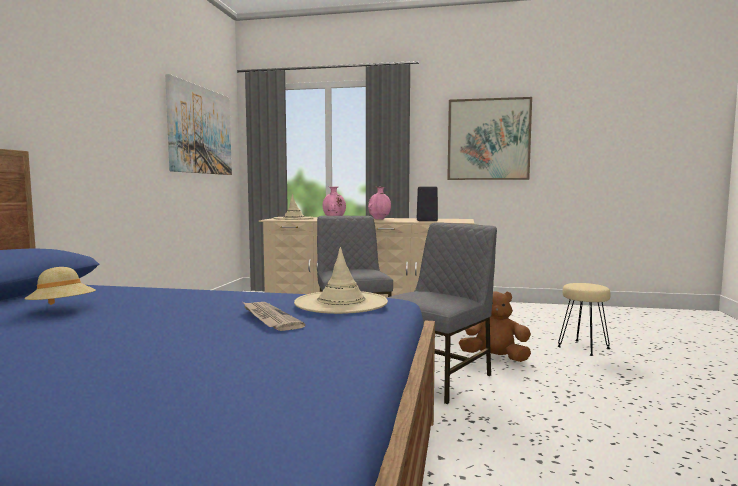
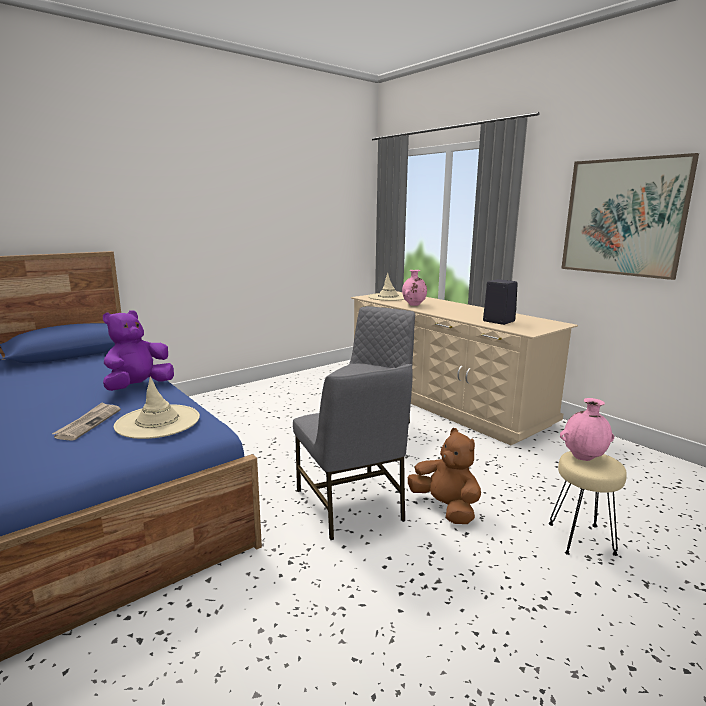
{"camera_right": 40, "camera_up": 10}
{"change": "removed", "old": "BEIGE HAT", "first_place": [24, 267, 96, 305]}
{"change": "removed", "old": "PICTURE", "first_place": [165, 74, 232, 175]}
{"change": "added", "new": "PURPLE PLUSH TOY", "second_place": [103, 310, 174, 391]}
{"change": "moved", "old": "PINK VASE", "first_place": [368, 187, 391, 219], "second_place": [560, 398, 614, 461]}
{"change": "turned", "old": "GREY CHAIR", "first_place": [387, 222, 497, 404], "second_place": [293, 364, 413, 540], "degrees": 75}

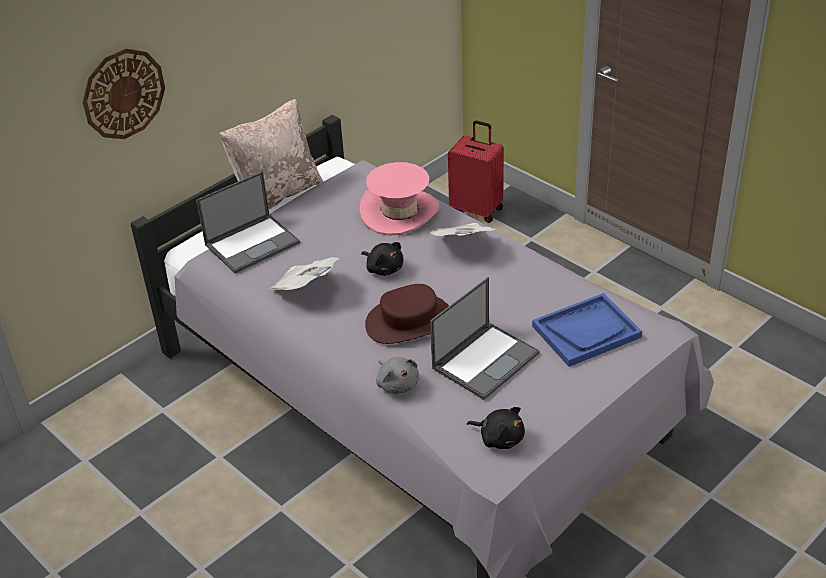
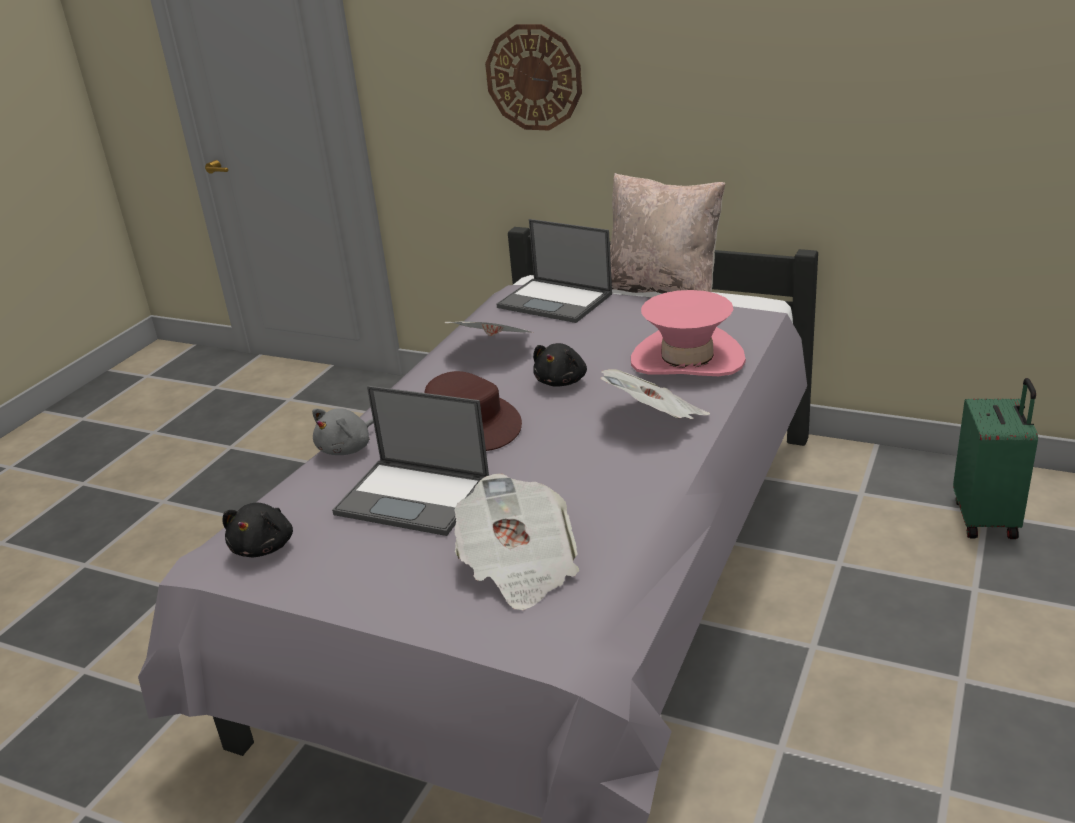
{"camera_right": 70, "camera_up": -10}
{"change": "replaced", "old": "BLUE TRAY", "new": "NEWSPAPER", "first_place": [532, 293, 642, 367], "second_place": [454, 473, 579, 610]}
{"change": "recoloured", "old": "RED SUITCASE", "new": "GREEN SUITCASE", "first_place": [448, 120, 504, 223], "second_place": [953, 378, 1038, 539]}

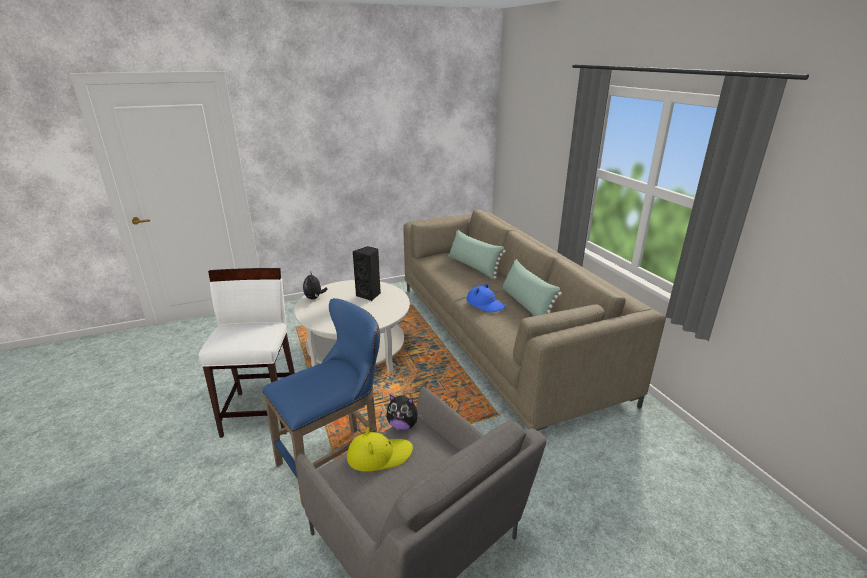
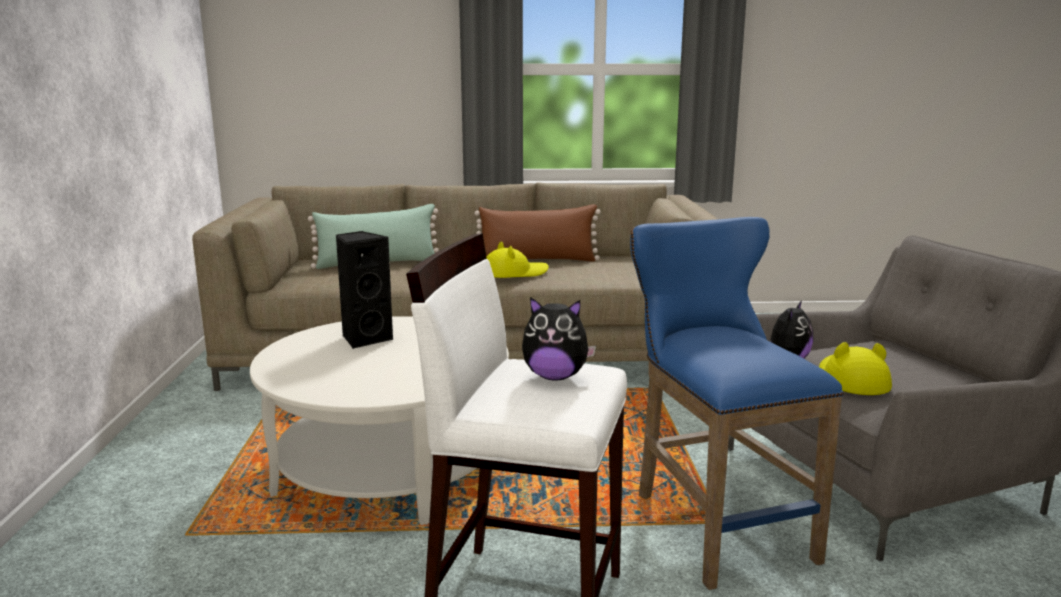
{"camera_right": -70, "camera_up": -10}
{"change": "moved", "old": "PLUSH TOY", "first_place": [303, 271, 327, 299], "second_place": [522, 297, 596, 380]}
{"change": "recoloured", "old": "BLUE HAT", "new": "YELLOW HAT", "first_place": [467, 283, 506, 312], "second_place": [487, 242, 549, 278]}
{"change": "recoloured", "old": "GREEN PILLOW", "new": "BROWN PILLOW", "first_place": [503, 259, 562, 316], "second_place": [475, 204, 601, 262]}

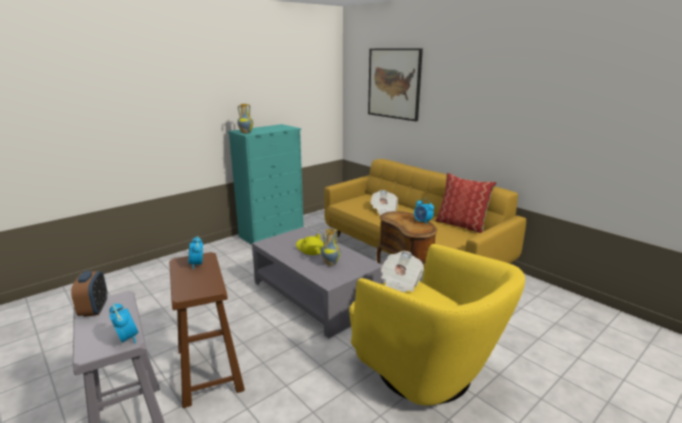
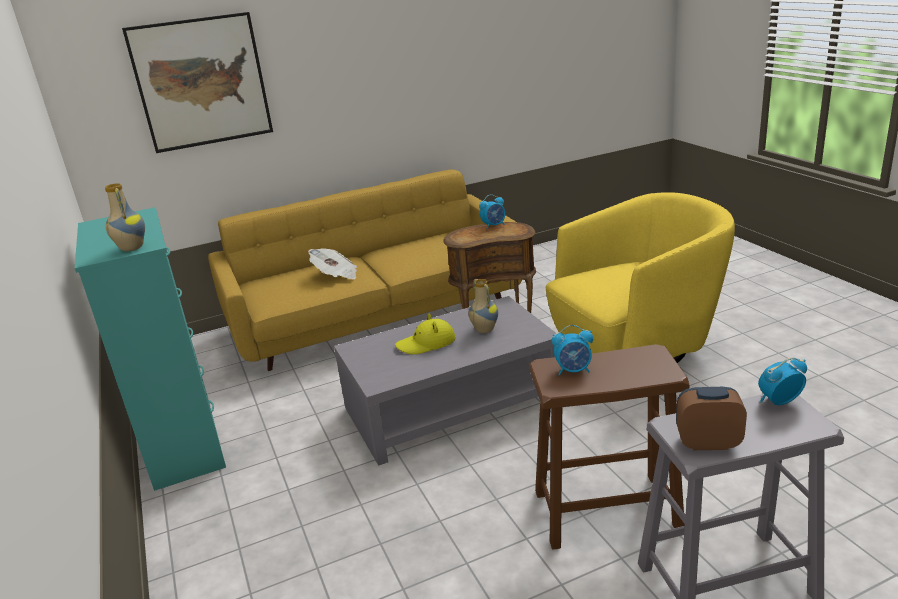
{"camera_right": -70, "camera_up": 5}
{"change": "removed", "old": "NEWSPAPER", "first_place": [381, 251, 424, 292]}
{"change": "removed", "old": "PILLOW", "first_place": [435, 173, 497, 233]}

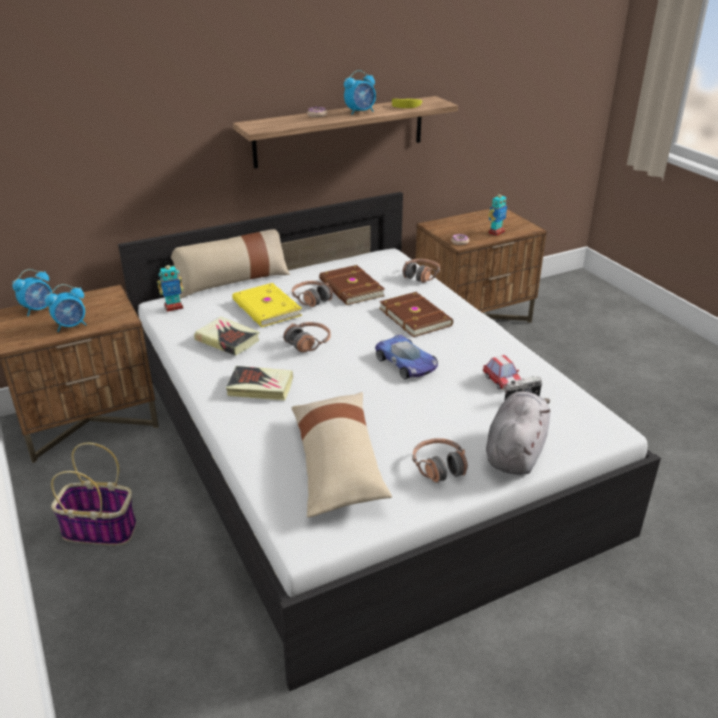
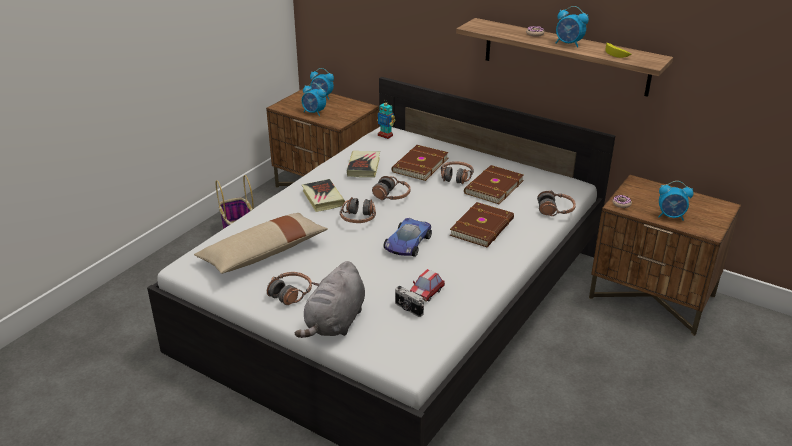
{"camera_right": 60, "camera_up": 0}
{"change": "removed", "old": "BEIGE PILLOW", "first_place": [171, 229, 290, 299]}
{"change": "added", "new": "HEADPHONES", "second_place": [340, 197, 376, 223]}
{"change": "replaced", "old": "TOY ROBOT", "new": "ALARM CLOCK", "first_place": [488, 190, 507, 236], "second_place": [658, 181, 693, 221]}
{"change": "recoloured", "old": "YELLOW BOOK", "new": "BROWN BOOK", "first_place": [232, 283, 302, 327], "second_place": [392, 145, 449, 181]}
{"change": "turned", "old": "GREY PLUSH TOY", "first_place": [486, 391, 550, 475], "second_place": [295, 261, 365, 338], "degrees": 120}

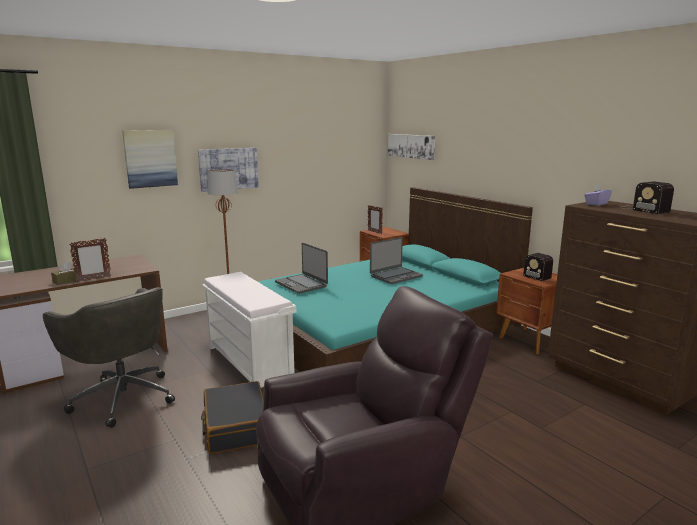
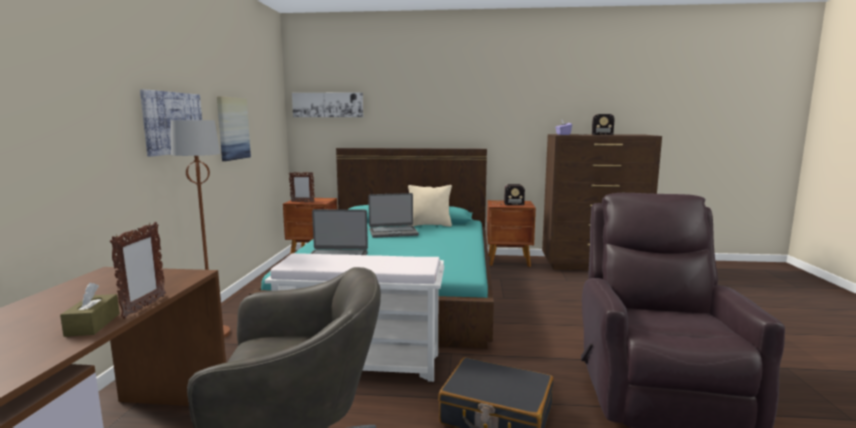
{"camera_right": -50, "camera_up": -5}
{"change": "added", "new": "BEIGE PILLOW", "second_place": [408, 185, 452, 227]}
{"change": "moved", "old": "PICTURE", "first_place": [122, 130, 178, 189], "second_place": [217, 96, 251, 161]}
{"change": "turned", "old": "LAPTOP", "first_place": [370, 237, 423, 284], "second_place": [368, 193, 419, 238], "degrees": 75}

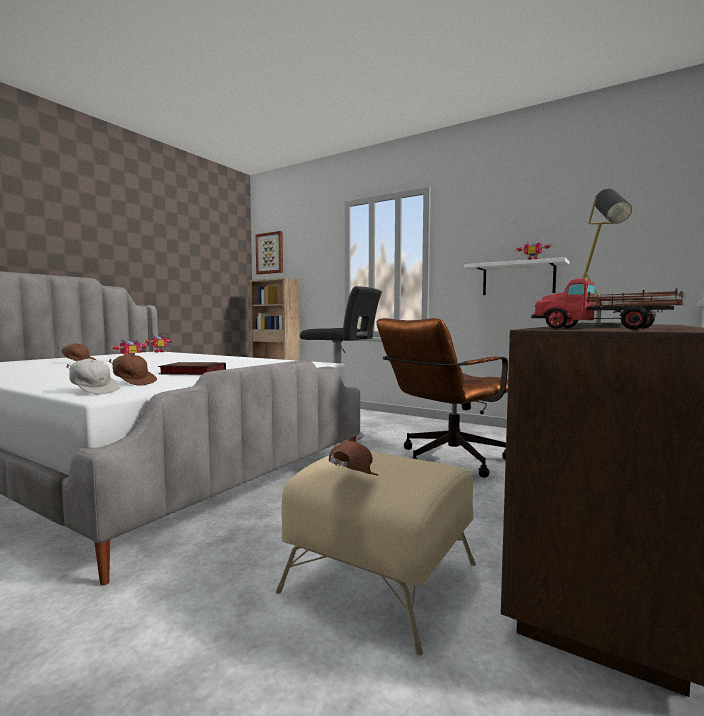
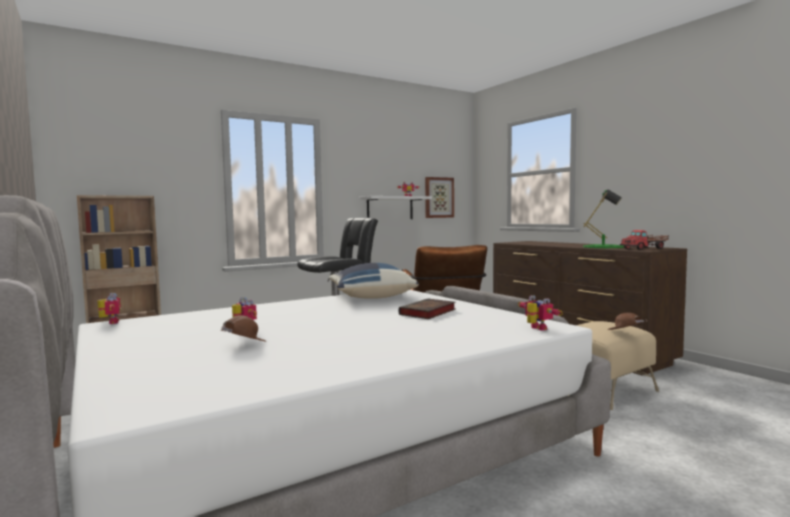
{"camera_right": -65, "camera_up": 0}
{"change": "removed", "old": "BROWN CAP", "first_place": [109, 354, 157, 386]}
{"change": "added", "new": "BLUE PILLOW", "second_place": [329, 263, 419, 299]}
{"change": "moved", "old": "PICTURE", "first_place": [255, 231, 283, 274], "second_place": [425, 177, 454, 218]}
{"change": "replaced", "old": "WHITE CAP", "new": "TOY ROBOT", "first_place": [66, 359, 121, 395], "second_place": [518, 295, 563, 331]}
{"change": "recoloured", "old": "GREY TABLE LAMP", "new": "GREEN TABLE LAMP", "first_place": [566, 189, 651, 328], "second_place": [583, 190, 624, 248]}

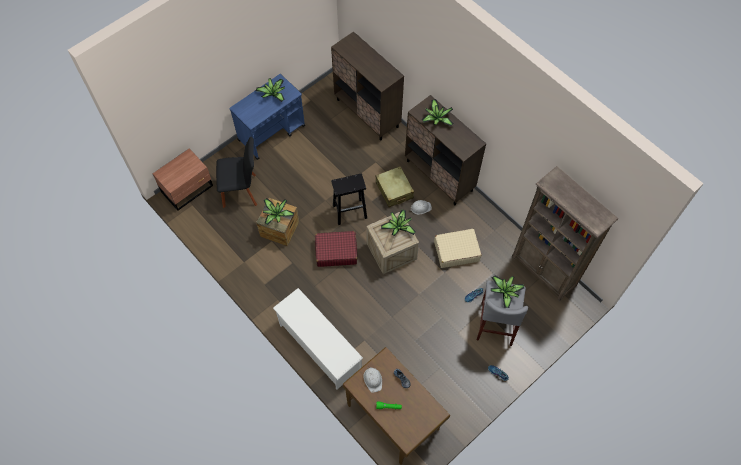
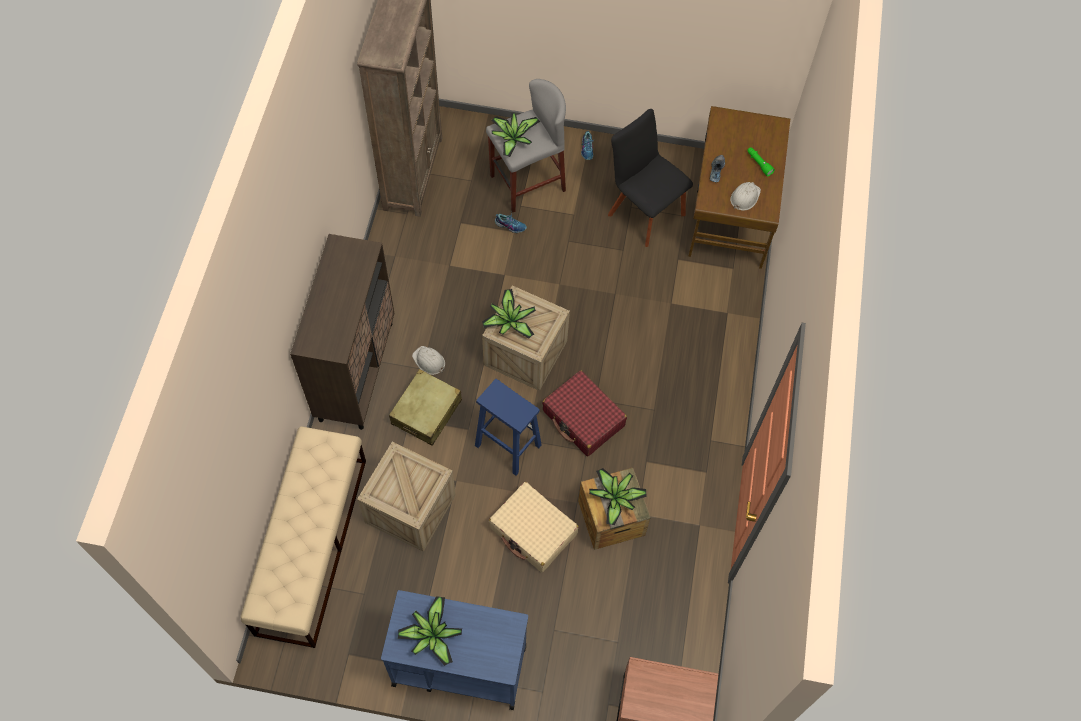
{"camera_right": -130, "camera_up": 0}
{"change": "removed", "old": "WHITE SHOE RACK", "first_place": [273, 288, 363, 389]}
{"change": "removed", "old": "POTTED PLANT", "first_place": [422, 99, 454, 126]}
{"change": "added", "new": "CRATE", "second_place": [357, 442, 456, 552]}
{"change": "moved", "old": "BLACK CHAIR", "first_place": [216, 137, 257, 208], "second_place": [608, 109, 693, 247]}
{"change": "moved", "old": "BEIGE SUITCASE", "first_place": [434, 229, 482, 268], "second_place": [489, 482, 579, 573]}
{"change": "replaced", "old": "BROWN CABINET", "new": "BEIGE BENCH", "first_place": [331, 31, 404, 140], "second_place": [240, 426, 366, 648]}
{"change": "recoloured", "old": "BLACK STOOL", "new": "BLUE STOOL", "first_place": [331, 173, 367, 225], "second_place": [475, 379, 542, 476]}

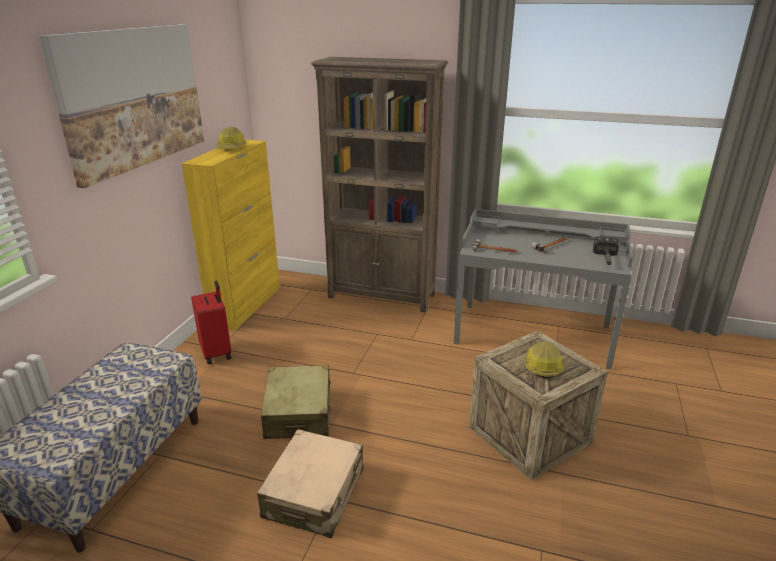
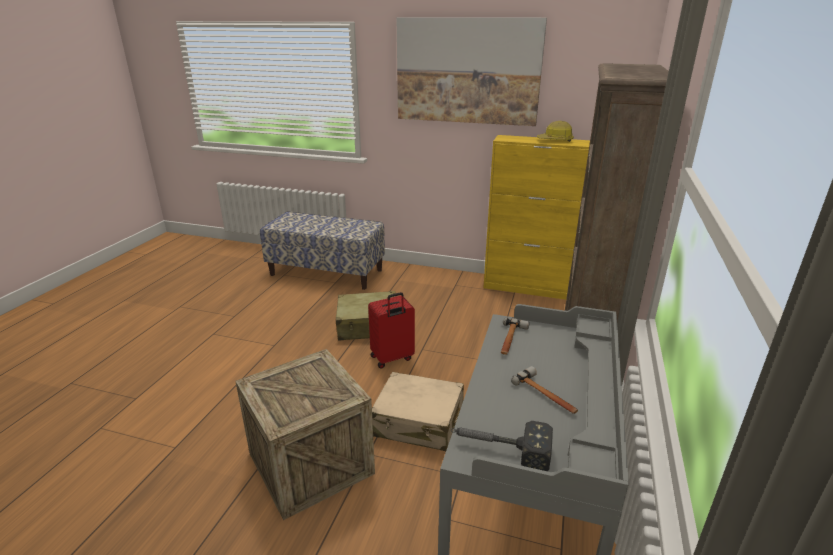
{"camera_right": 90, "camera_up": 0}
{"change": "removed", "old": "HARD HAT", "first_place": [524, 342, 565, 379]}
{"change": "moved", "old": "RED SUITCASE", "first_place": [191, 280, 232, 365], "second_place": [368, 292, 415, 369]}
{"change": "moved", "old": "BEIGE SUITCASE", "first_place": [257, 429, 363, 538], "second_place": [372, 372, 464, 451]}

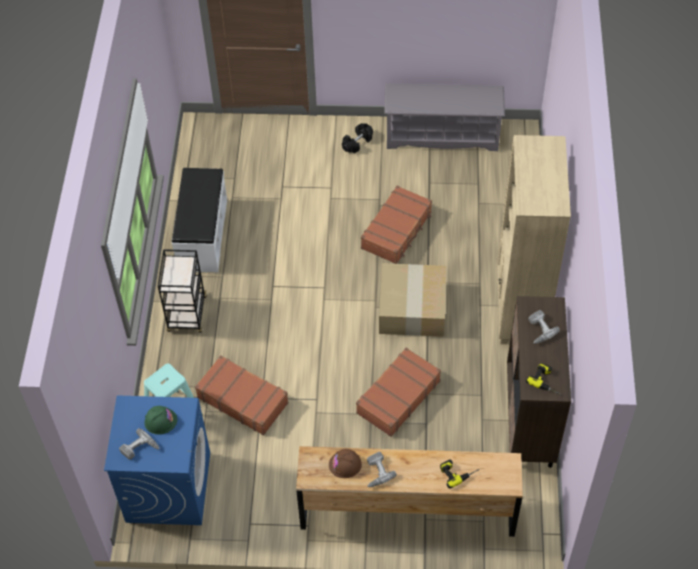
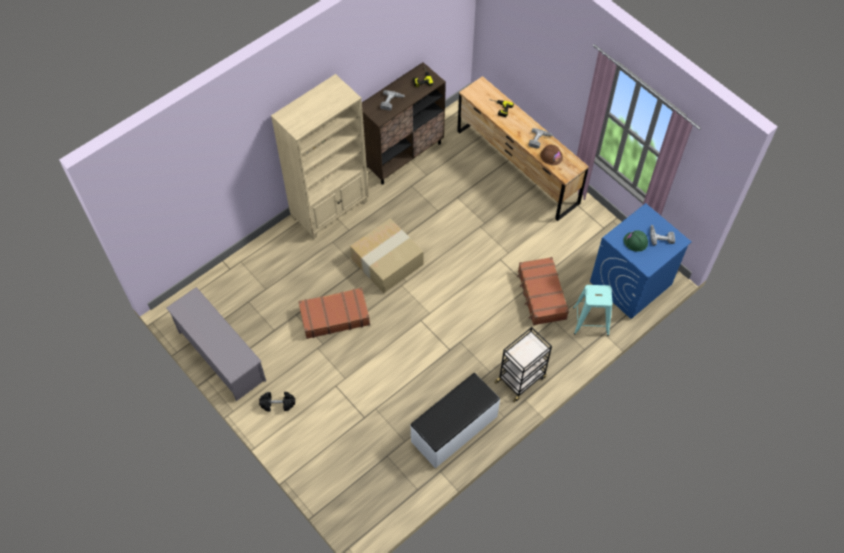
{"camera_right": -135, "camera_up": 5}
{"change": "removed", "old": "BROWN SUITCASE", "first_place": [356, 348, 441, 437]}

